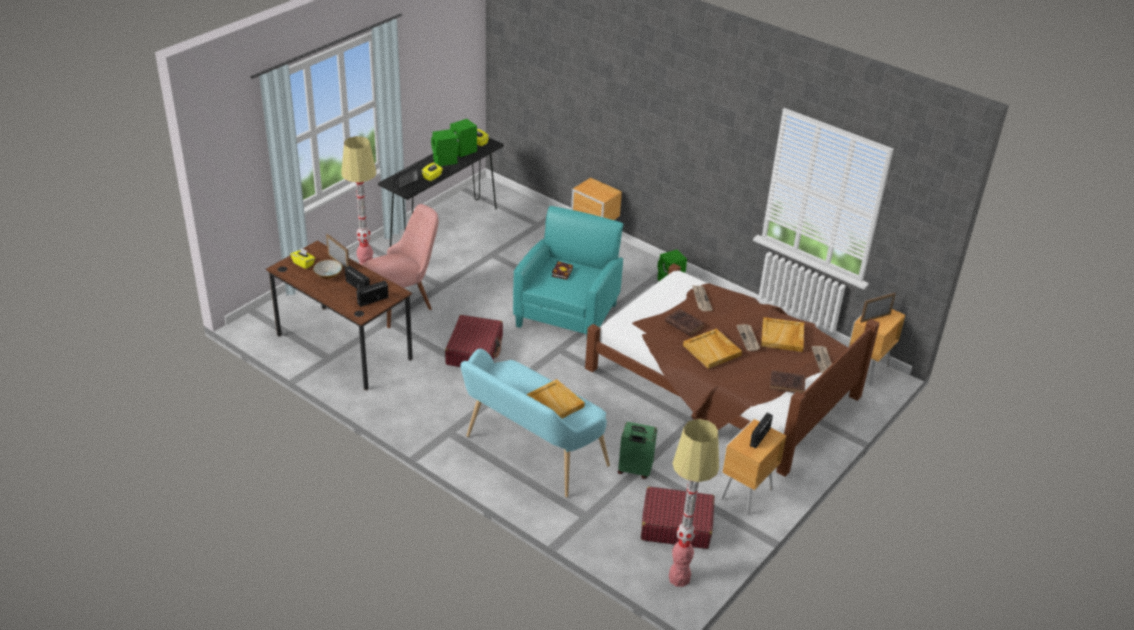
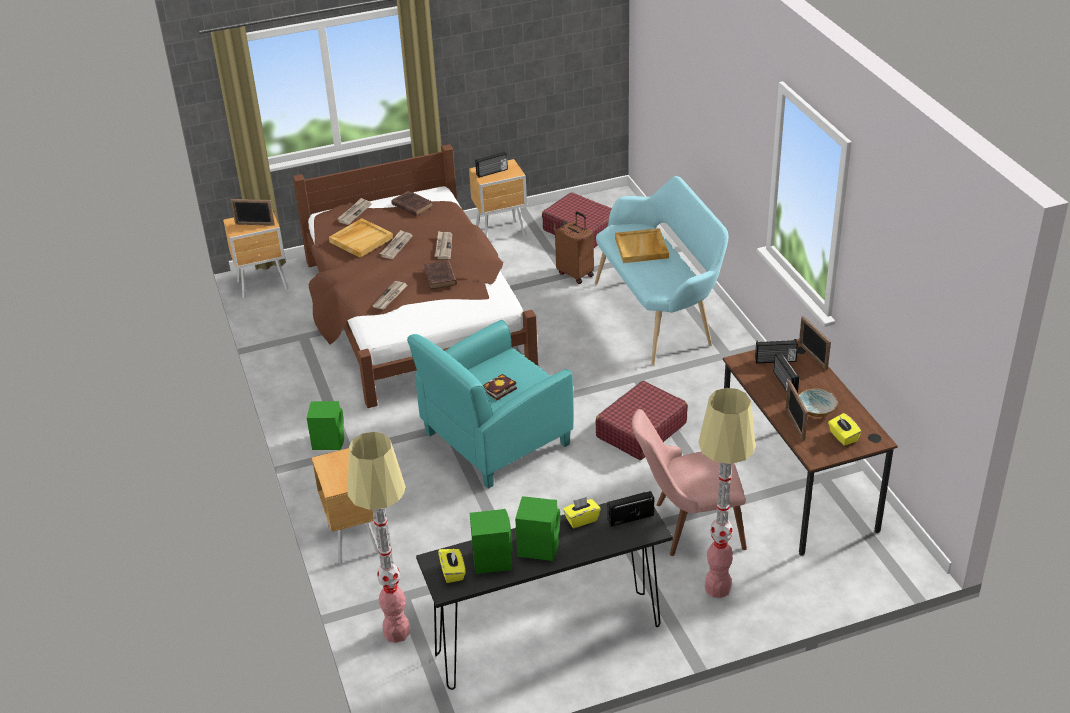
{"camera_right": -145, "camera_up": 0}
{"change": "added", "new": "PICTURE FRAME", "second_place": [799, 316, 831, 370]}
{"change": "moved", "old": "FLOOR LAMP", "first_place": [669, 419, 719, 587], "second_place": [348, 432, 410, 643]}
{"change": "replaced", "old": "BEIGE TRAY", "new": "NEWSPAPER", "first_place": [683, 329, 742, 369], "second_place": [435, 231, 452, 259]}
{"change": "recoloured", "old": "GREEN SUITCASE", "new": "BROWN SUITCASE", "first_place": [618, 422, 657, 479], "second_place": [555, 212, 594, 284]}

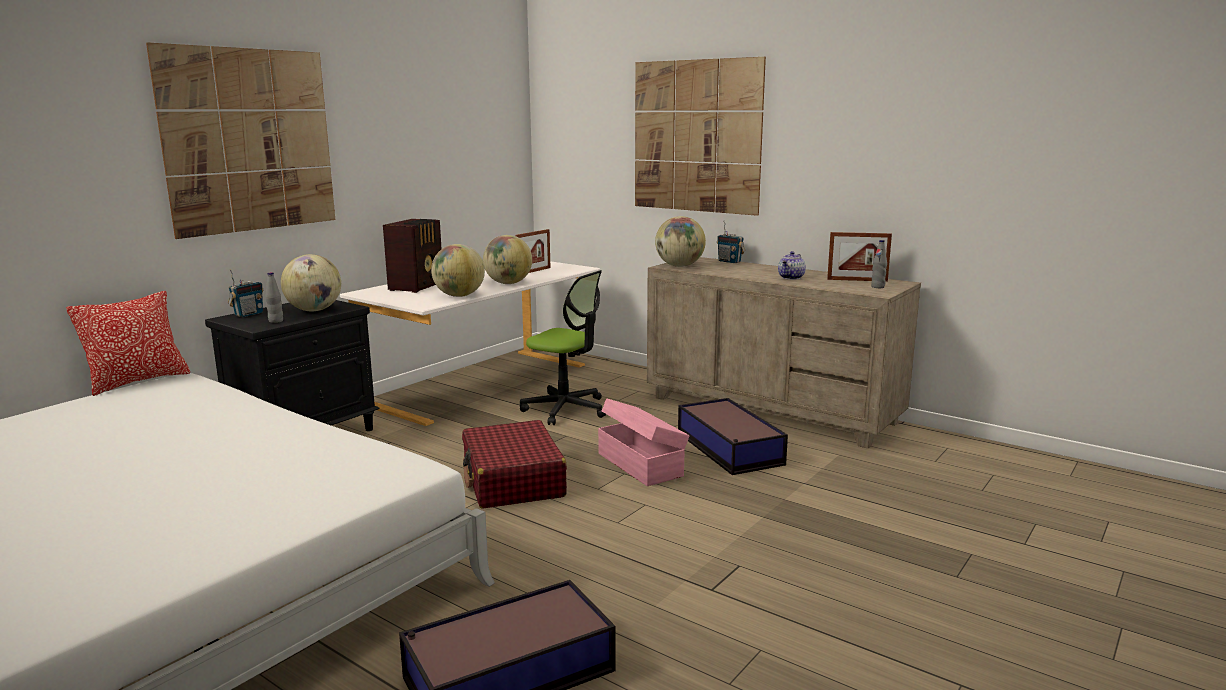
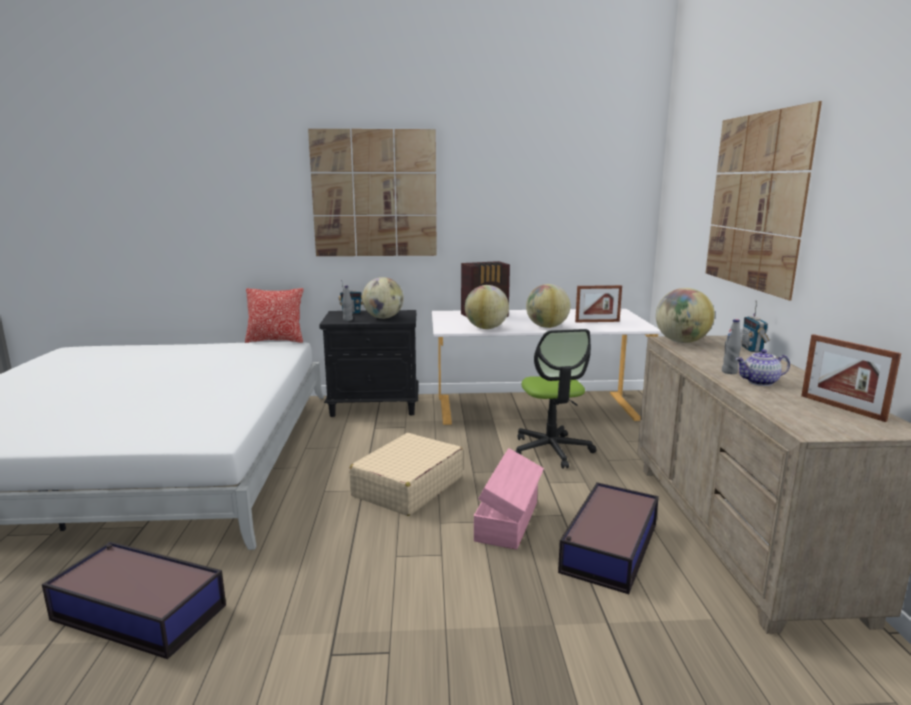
{"camera_right": 50, "camera_up": 0}
{"change": "moved", "old": "GREY BOTTLE", "first_place": [871, 240, 887, 288], "second_place": [722, 319, 741, 374]}
{"change": "recoloured", "old": "RED SUITCASE", "new": "BEIGE SUITCASE", "first_place": [462, 420, 567, 509], "second_place": [349, 433, 463, 516]}

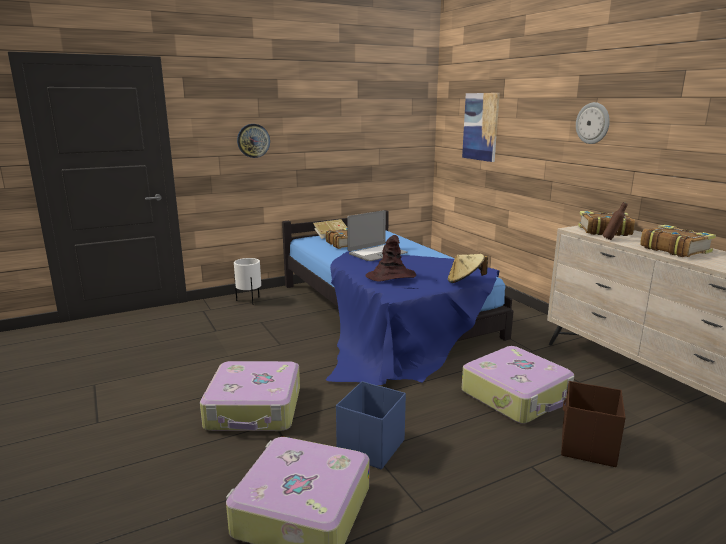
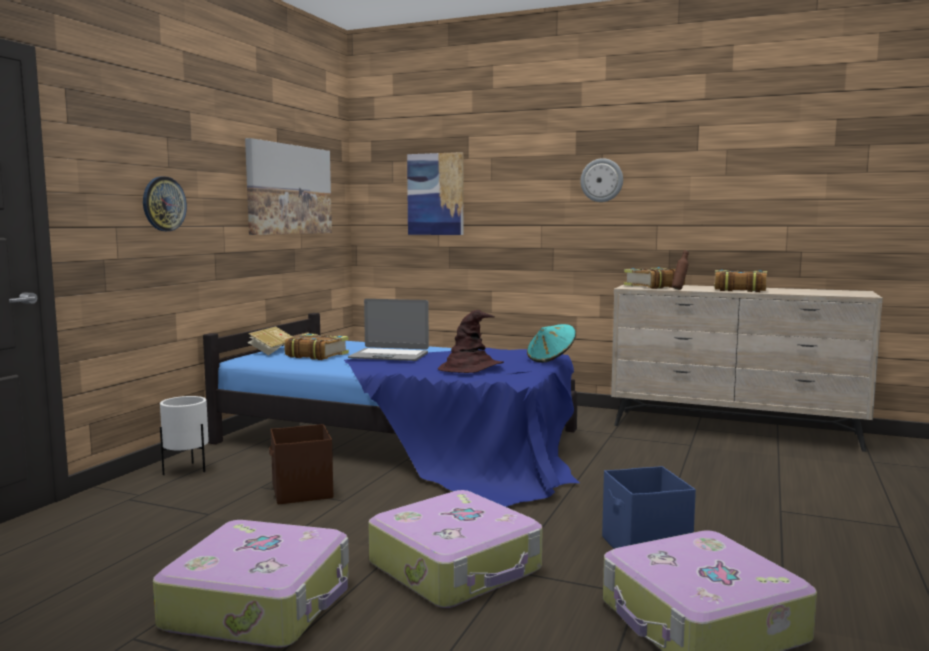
{"camera_right": -40, "camera_up": -10}
{"change": "added", "new": "PICTURE", "second_place": [245, 138, 332, 235]}
{"change": "moved", "old": "SUITCASE", "first_place": [461, 346, 574, 424], "second_place": [153, 520, 349, 648]}
{"change": "moved", "old": "BROWN STORAGE BOX", "first_place": [561, 381, 626, 467], "second_place": [269, 424, 333, 504]}
{"change": "recoloured", "old": "BEIGE HAT", "new": "TURQUOISE HAT", "first_place": [448, 254, 488, 283], "second_place": [527, 324, 576, 363]}
{"change": "turned", "old": "LAPTOP", "first_place": [347, 210, 408, 261], "second_place": [348, 299, 429, 361], "degrees": 90}

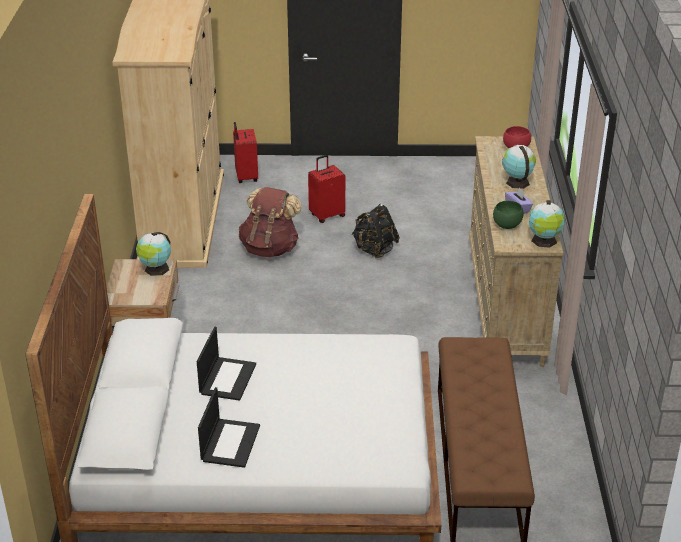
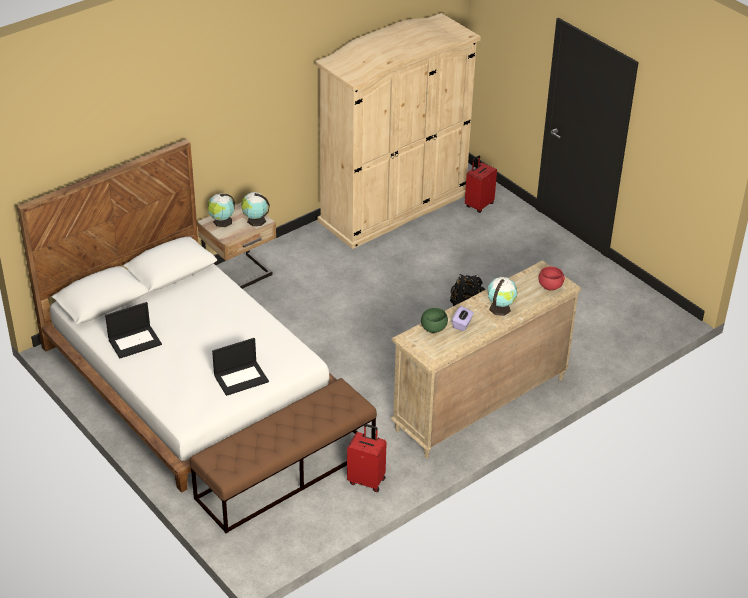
{"camera_right": 50, "camera_up": 5}
{"change": "removed", "old": "BROWN BACKPACK", "first_place": [239, 187, 302, 258]}
{"change": "moved", "old": "LAPTOP", "first_place": [197, 327, 256, 401], "second_place": [212, 338, 269, 396]}
{"change": "moved", "old": "RED SUITCASE", "first_place": [308, 155, 345, 223], "second_place": [347, 424, 387, 492]}
{"change": "moved", "old": "GLOBE", "first_place": [529, 200, 565, 248], "second_place": [208, 194, 235, 227]}

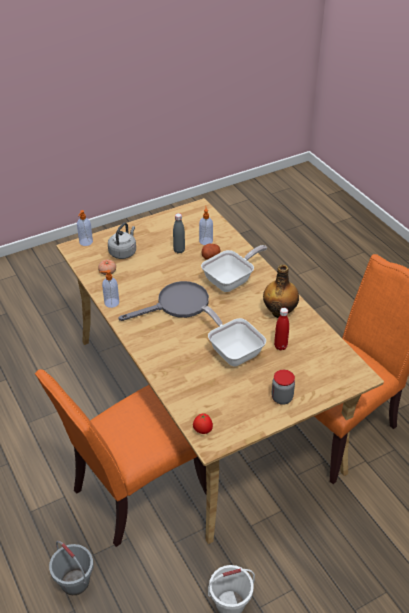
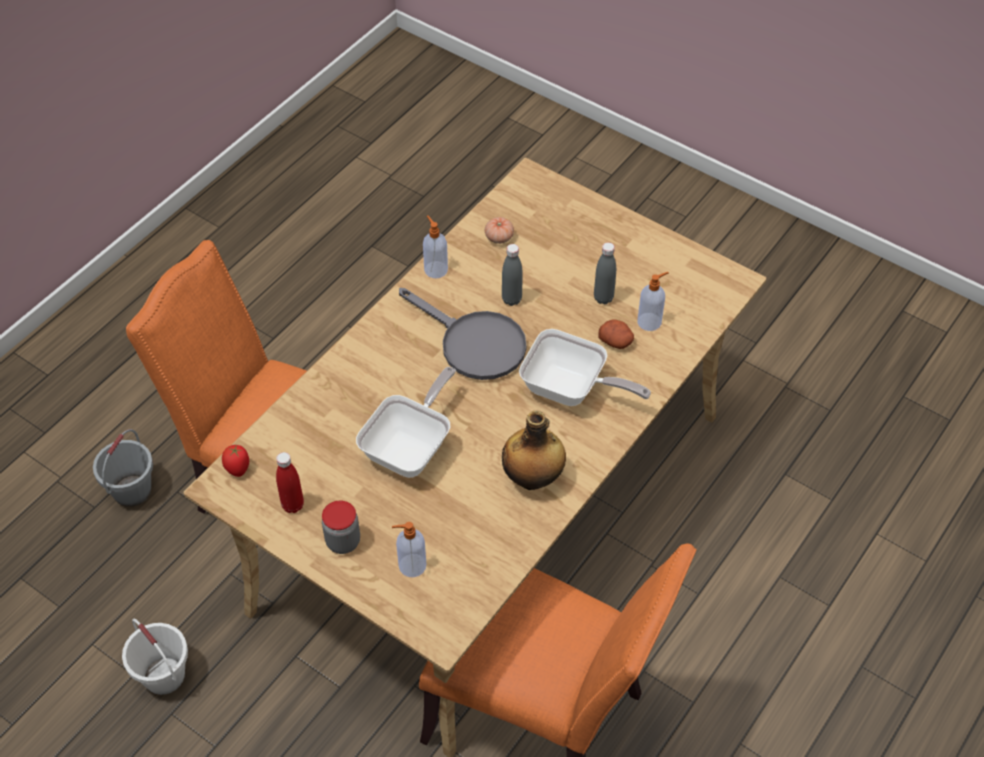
{"camera_right": 65, "camera_up": 10}
{"change": "removed", "old": "GREY KETTLE", "first_place": [108, 222, 136, 259]}
{"change": "added", "new": "GREY BOTTLE", "second_place": [502, 244, 523, 306]}
{"change": "moved", "old": "SOAP DISPENSER", "first_place": [77, 210, 93, 246], "second_place": [392, 522, 426, 577]}
{"change": "moved", "old": "RED BOTTLE", "first_place": [274, 308, 289, 351], "second_place": [276, 452, 304, 513]}

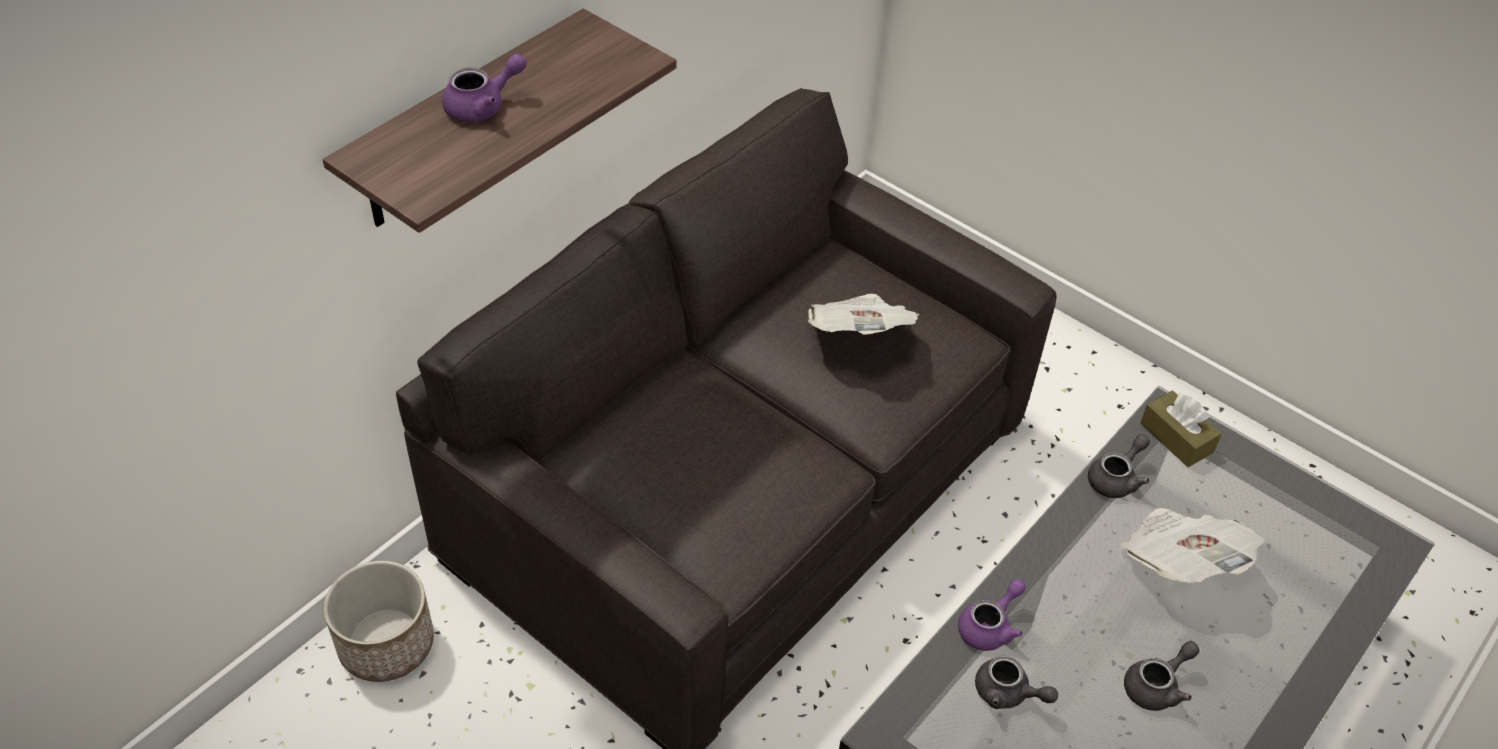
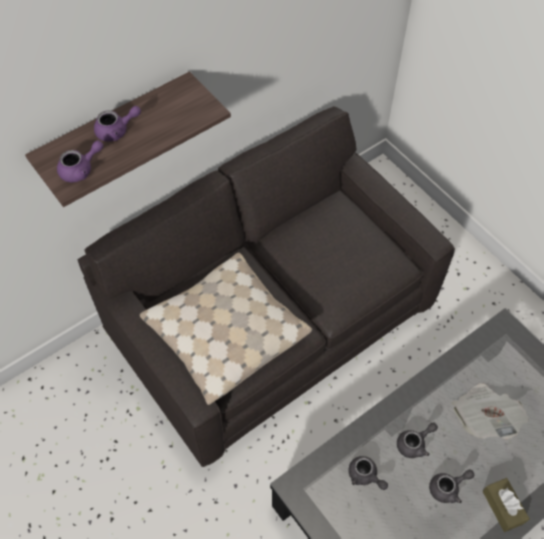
{"camera_right": 15, "camera_up": 10}
{"change": "removed", "old": "PLANTER", "first_place": [324, 561, 434, 682]}
{"change": "removed", "old": "NEWSPAPER", "first_place": [808, 294, 920, 335]}
{"change": "added", "new": "BEIGE PILLOW", "second_place": [140, 252, 312, 405]}
{"change": "moved", "old": "PURPLE TEAPOT", "first_place": [958, 579, 1026, 651], "second_place": [57, 140, 103, 182]}
{"change": "moved", "old": "GREY TEAPOT", "first_place": [1088, 434, 1150, 498], "second_place": [397, 423, 438, 458]}
{"change": "moved", "old": "BROWN TISSUE BOX", "first_place": [1140, 391, 1221, 467], "second_place": [482, 478, 530, 532]}

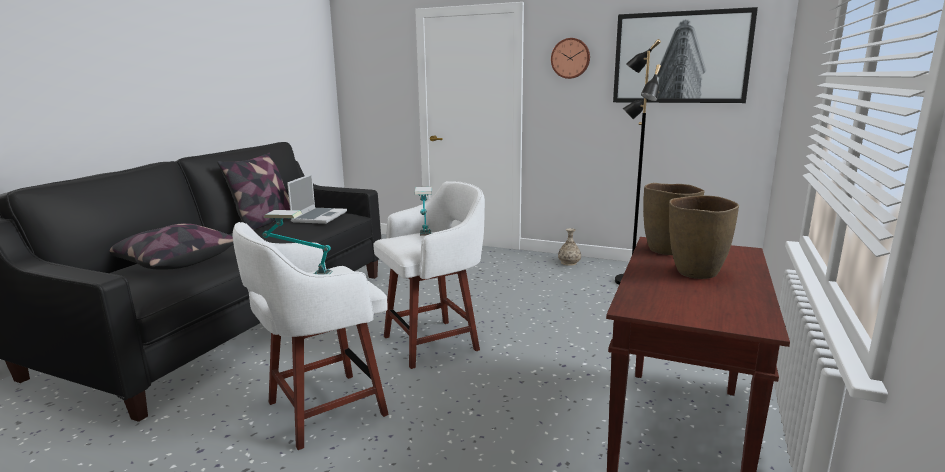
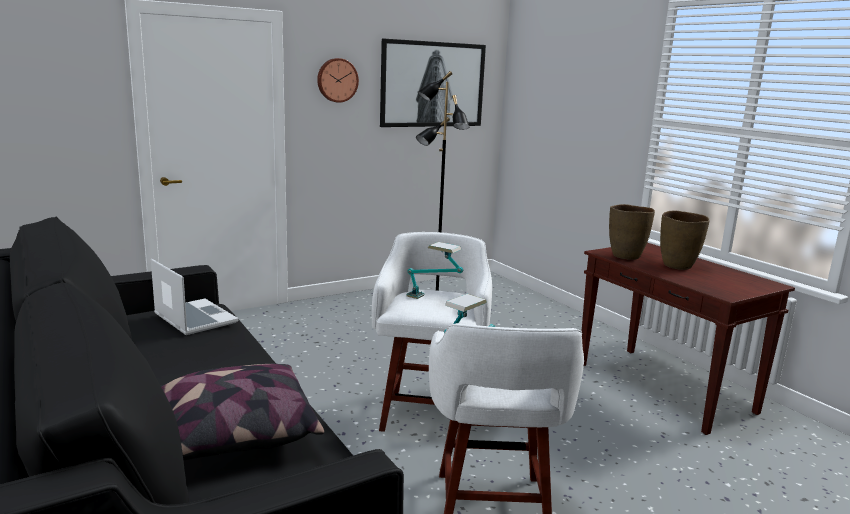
{"camera_right": -55, "camera_up": 0}
{"change": "removed", "old": "PILLOW", "first_place": [217, 153, 290, 230]}
{"change": "removed", "old": "VASE", "first_place": [558, 228, 581, 266]}

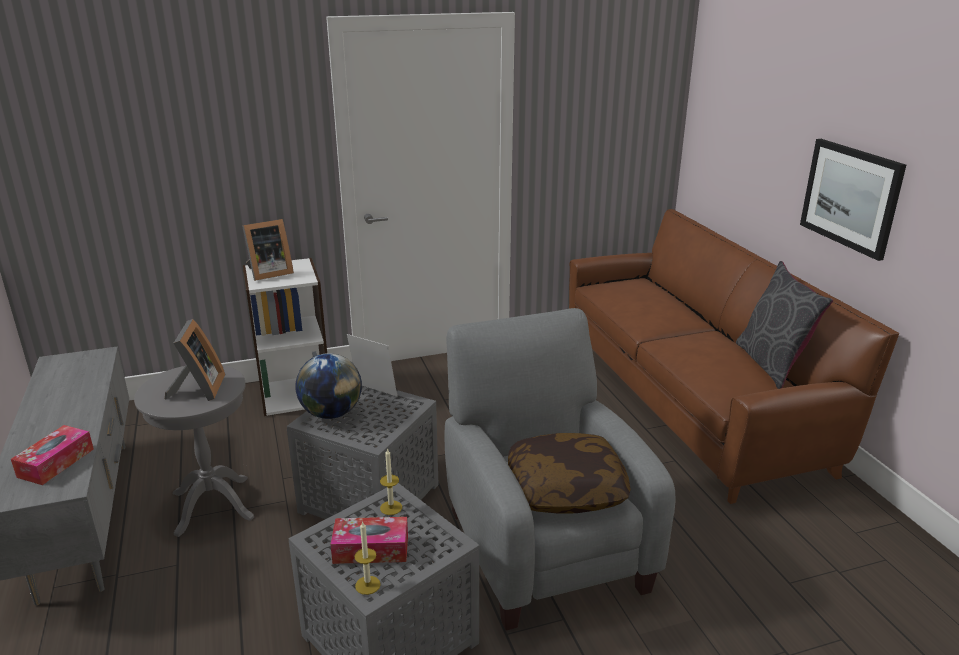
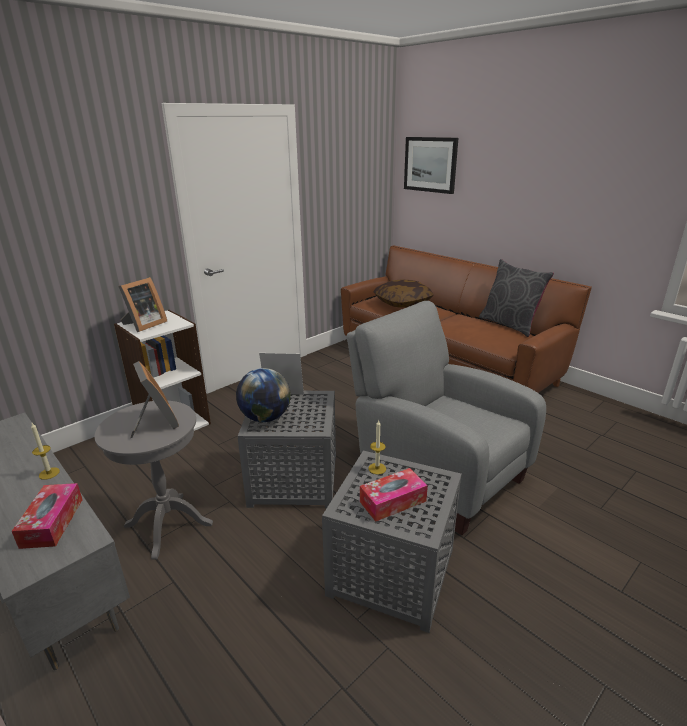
{"camera_right": -25, "camera_up": 0}
{"change": "moved", "old": "CANDLE", "first_place": [354, 521, 381, 595], "second_place": [31, 423, 60, 480]}
{"change": "moved", "old": "PILLOW", "first_place": [508, 433, 631, 513], "second_place": [373, 280, 434, 308]}
{"change": "moved", "old": "PICTURE", "first_place": [800, 139, 906, 261], "second_place": [404, 137, 458, 194]}

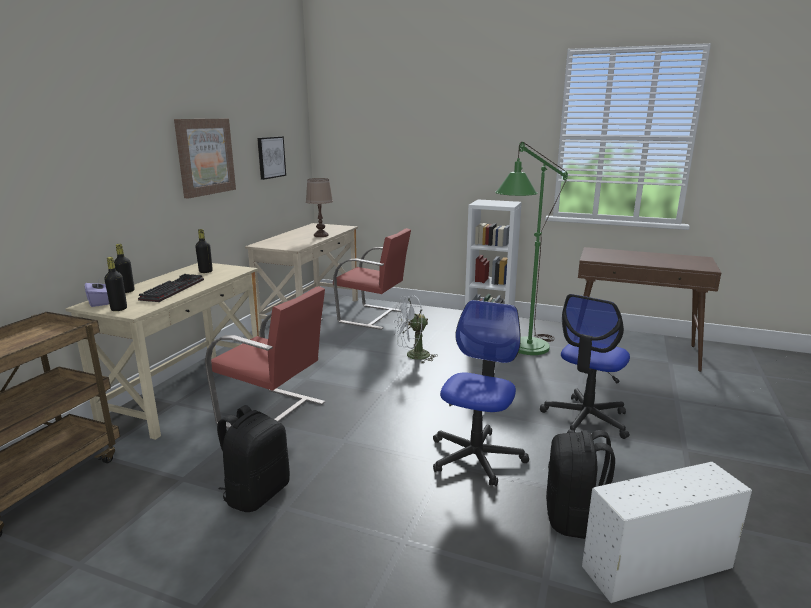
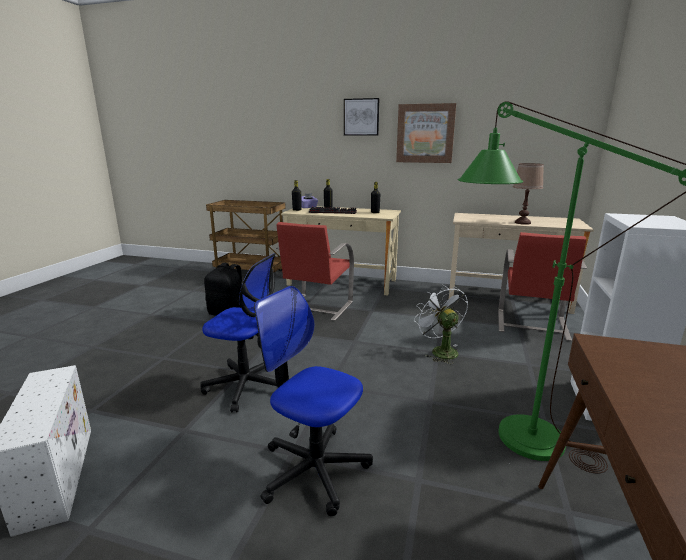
{"camera_right": 85, "camera_up": 0}
{"change": "removed", "old": "BLACK BACKPACK", "first_place": [546, 430, 615, 539]}
{"change": "moved", "old": "PICTURE", "first_place": [257, 136, 286, 180], "second_place": [344, 98, 379, 136]}

